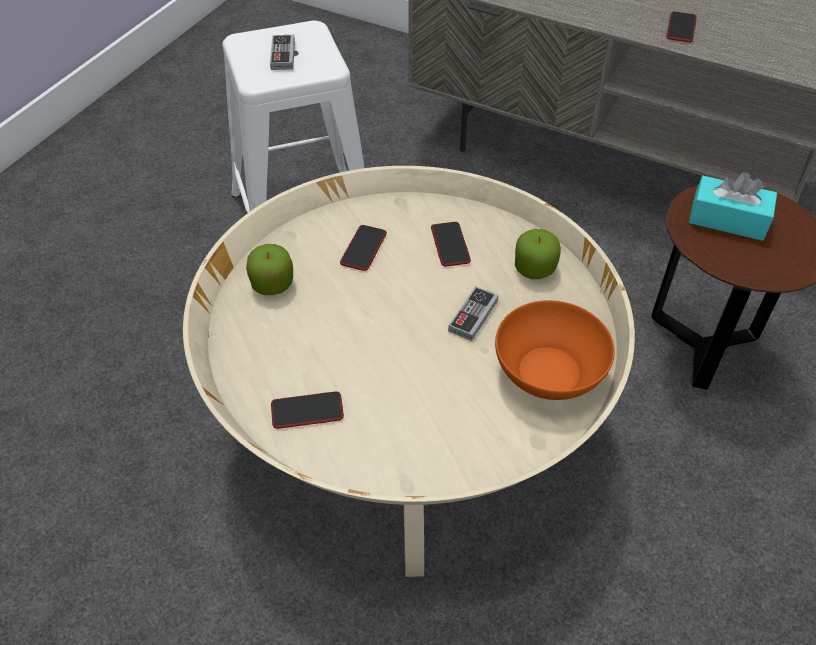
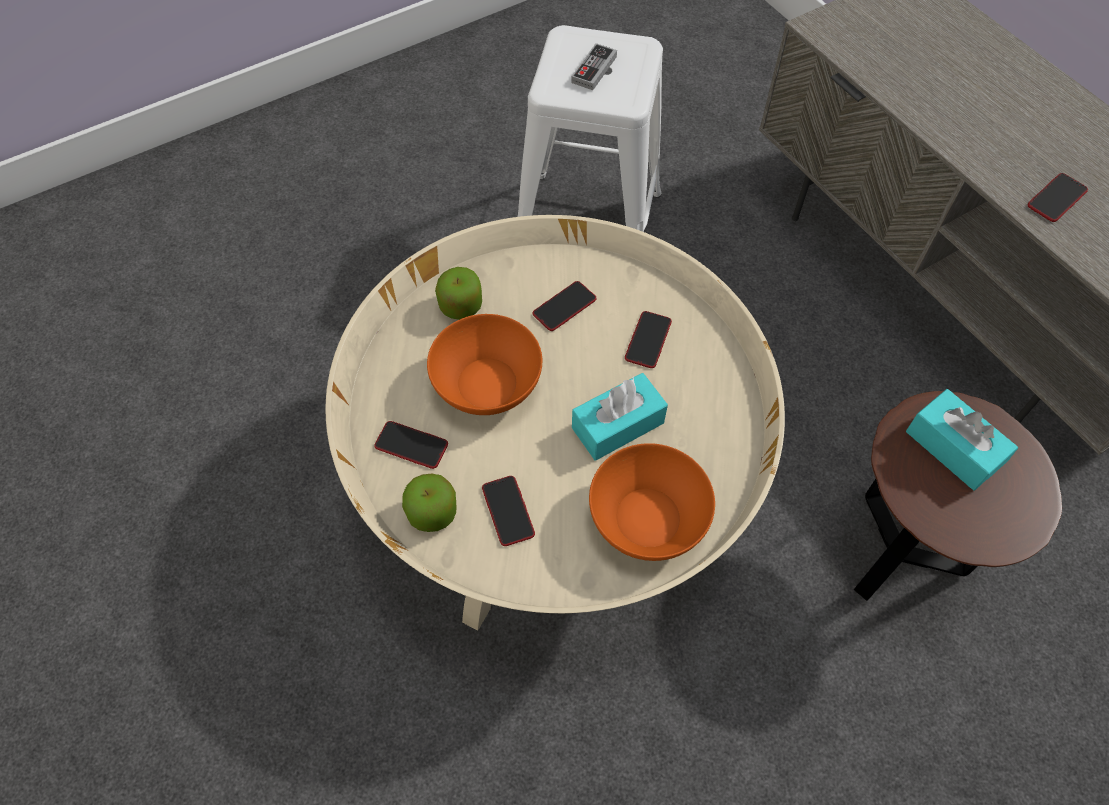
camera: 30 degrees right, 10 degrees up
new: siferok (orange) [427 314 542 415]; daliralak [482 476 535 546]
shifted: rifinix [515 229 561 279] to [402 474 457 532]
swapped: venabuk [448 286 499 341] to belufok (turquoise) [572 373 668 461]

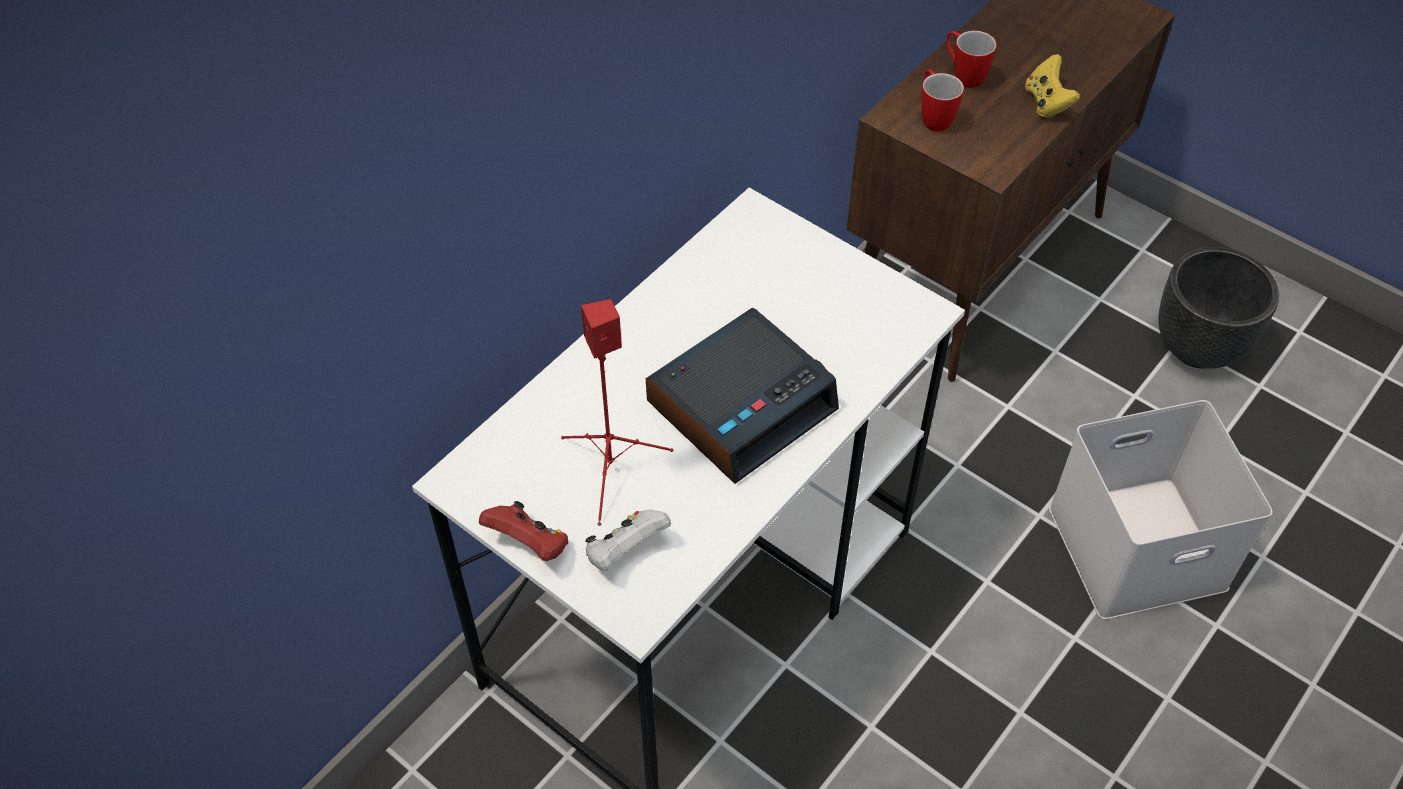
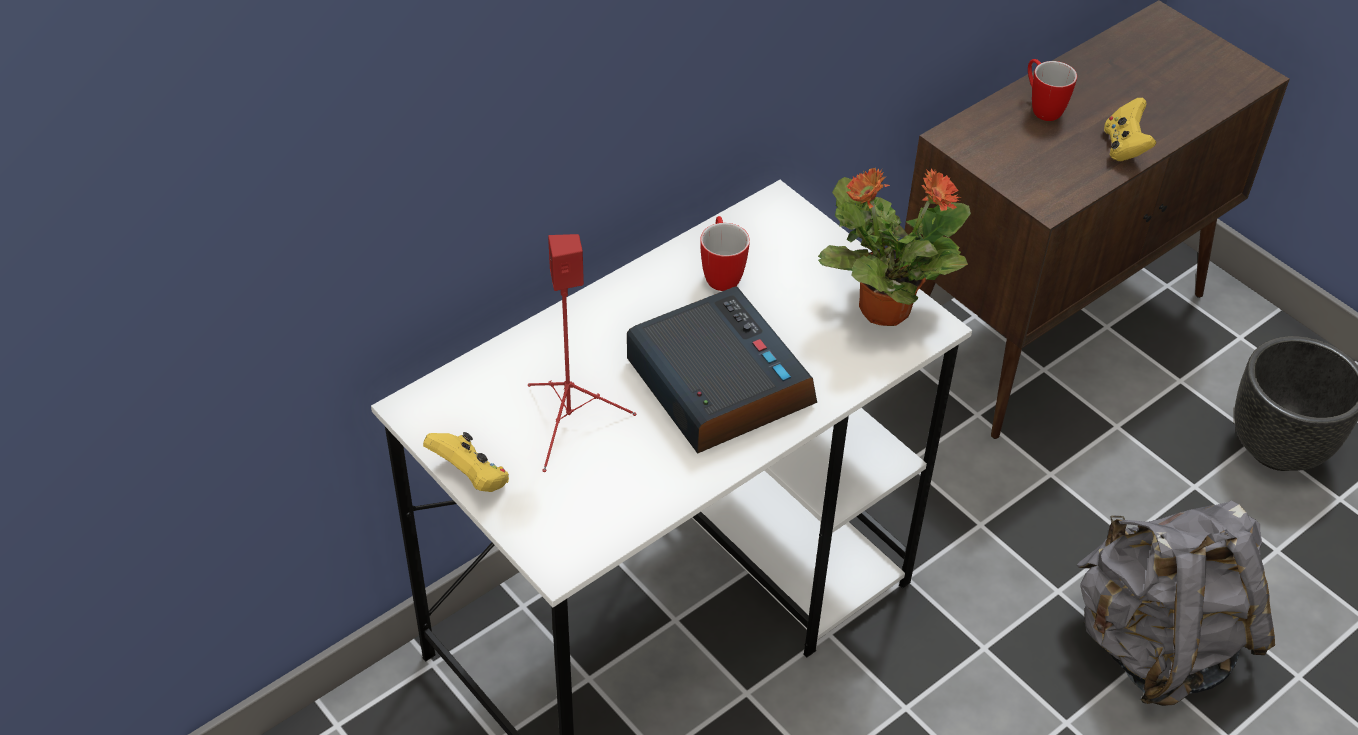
camera: 10 degrees right, 5 degrees down
gone: venabuk (white) [585 509 671 571]
new: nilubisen [818 168 971 326]
shifted: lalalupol [921 69 964 131] to [700 216 750 291]
swapped: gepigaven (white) [1049 400 1273 620] to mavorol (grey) [1077 501 1275 706]
repainted: venabuk (red) [479 501 568 561] to venabuk (yellow) [423 432 509 492]
rotated: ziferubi [646 307 839 484] = [627 286 817 454] 90 degrees counterclockwise

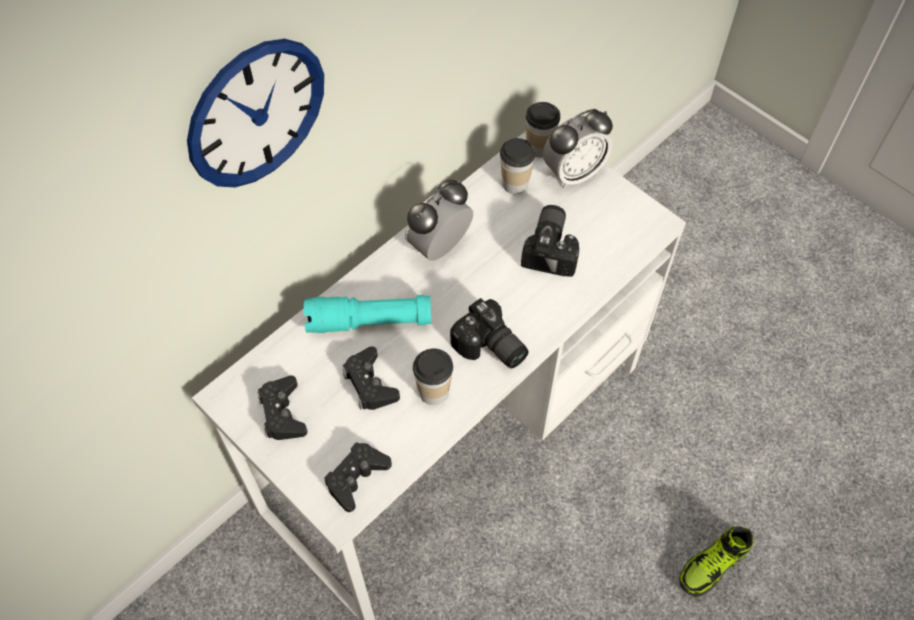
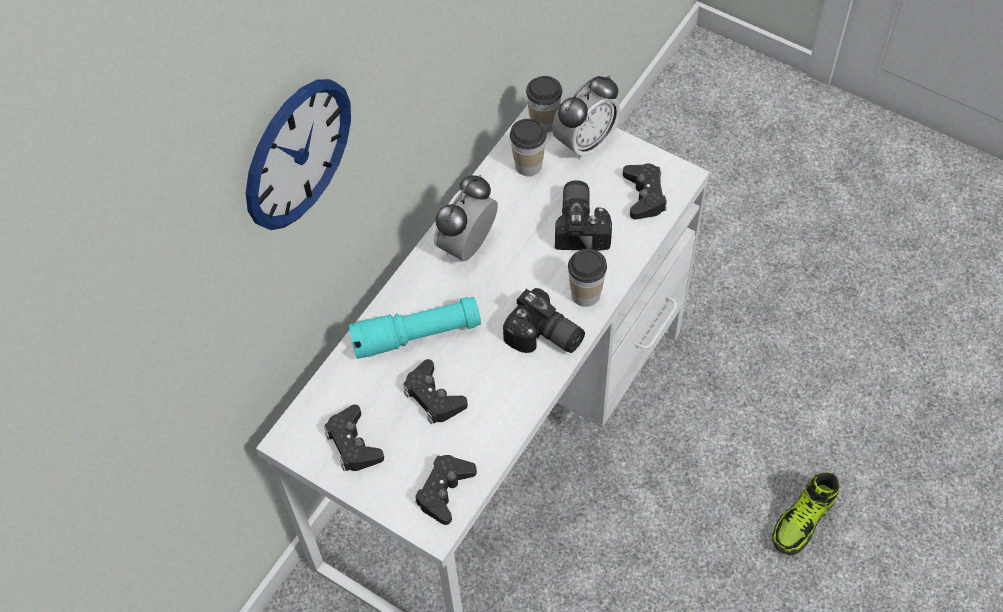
camera: 10 degrees left, 0 degrees up
new: venabuk (black) [623 164 667 219]
shifted: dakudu [413 349 453 405] to [568 249 607 307]

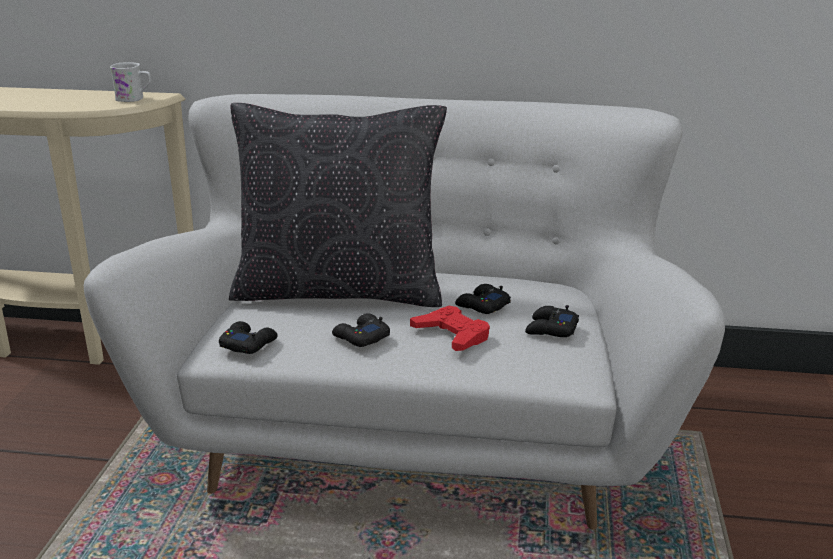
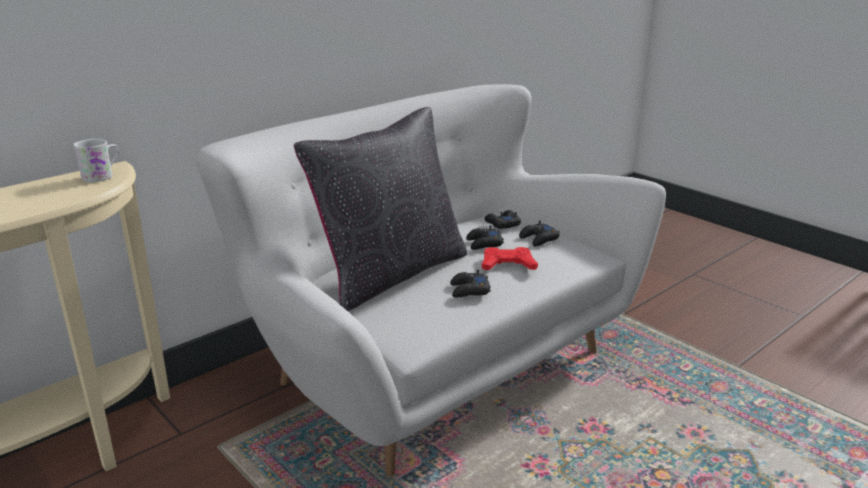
camera: 50 degrees left, 0 degrees up
shifted: venabuk (black) [219 321 278 354] to [485 210 521 229]

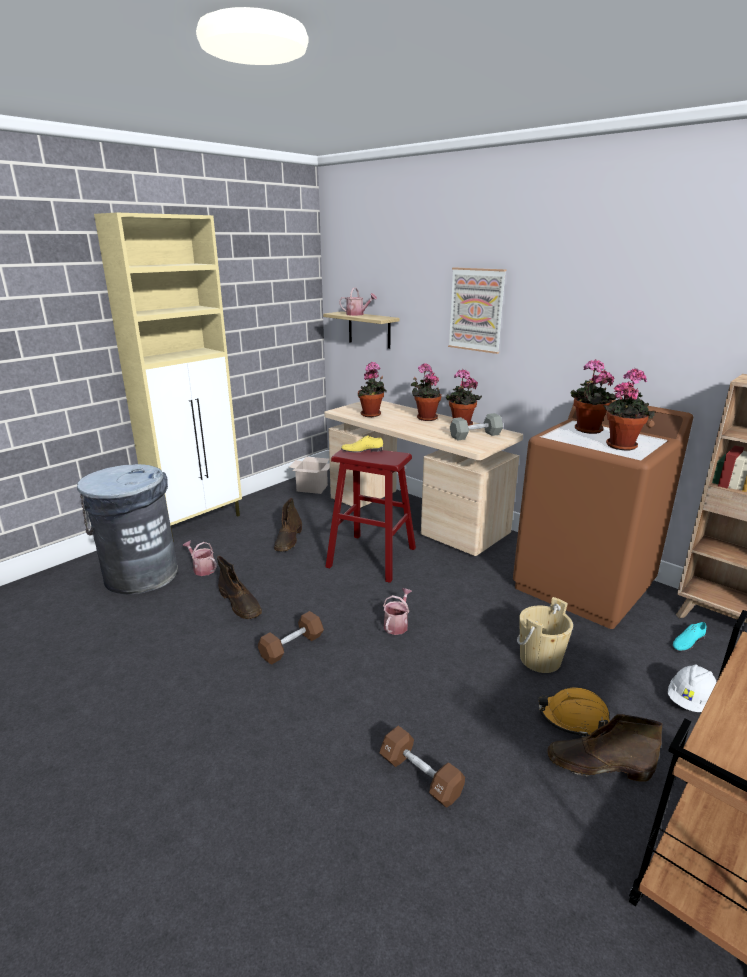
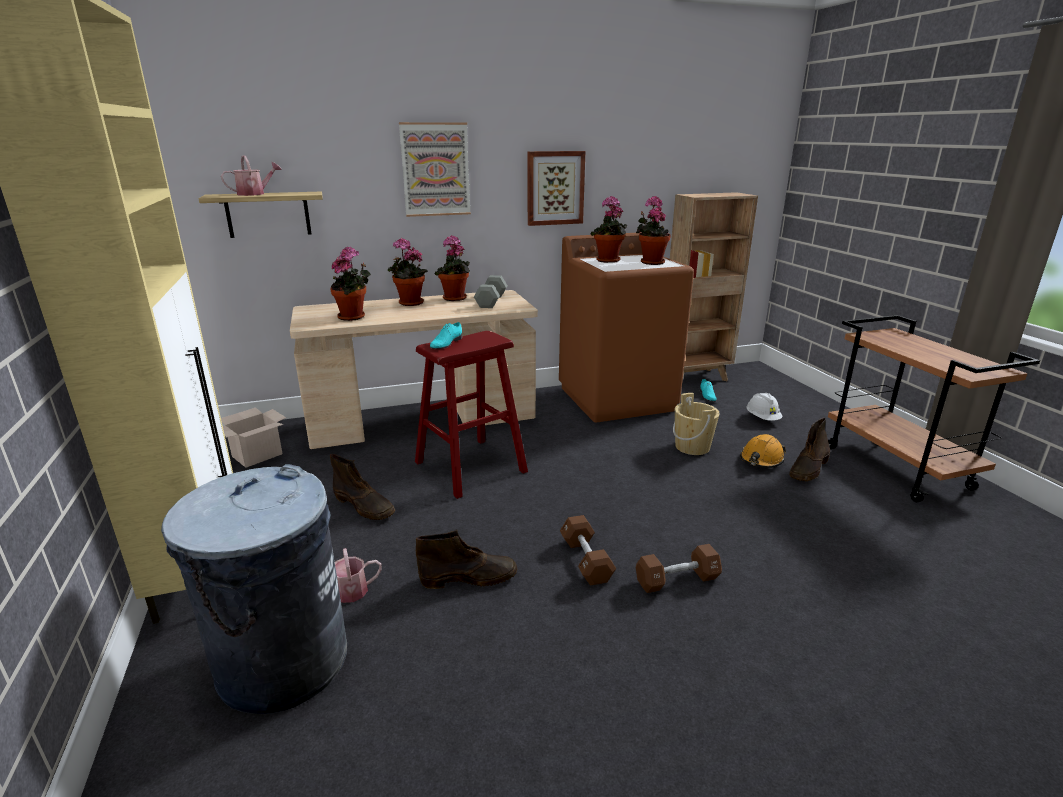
camera: 60 degrees left, 0 degrees up
gone: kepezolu [383 588 412 635]
new: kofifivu [527 151 585 226]
shifted: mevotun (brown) [380 726 465 808] to [636 544 722 593]
repainted: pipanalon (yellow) [341 435 383 453] to pipanalon (turquoise) [430 322 462 349]

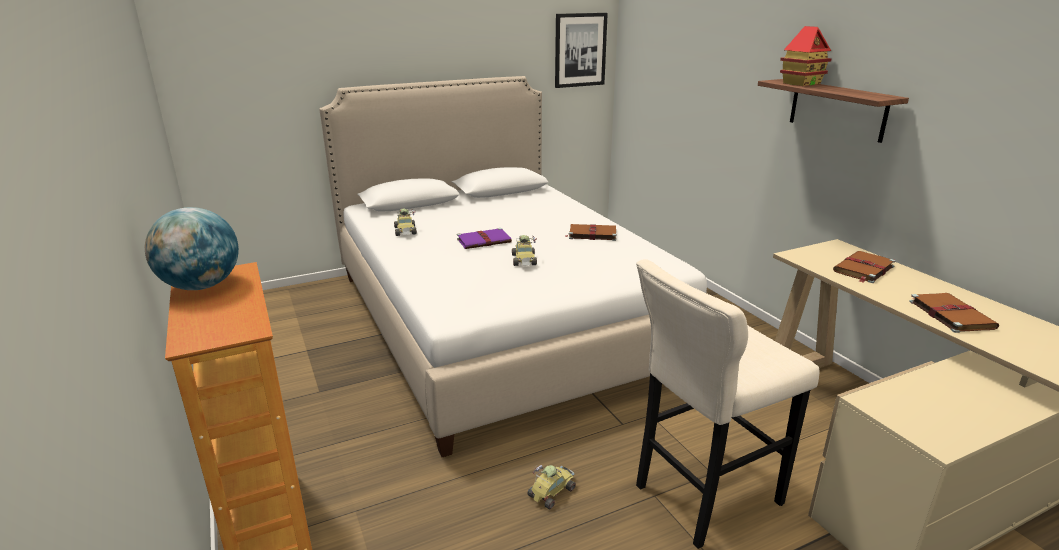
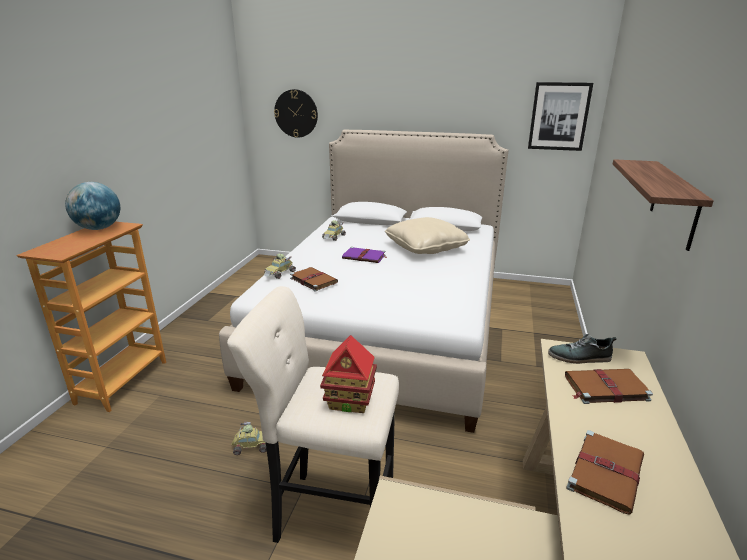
camera: 40 degrees right, 0 degrees up
new: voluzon [274 89 318 138]; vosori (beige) [385 217 470 254]; pipanalon [548 334 617 364]
shifted: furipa [512 235 537 266] to [264 253 296 279]; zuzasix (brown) [565 224 616 241] to [290 267 338 292]; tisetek [780 26 831 86] to [320 335 377 413]

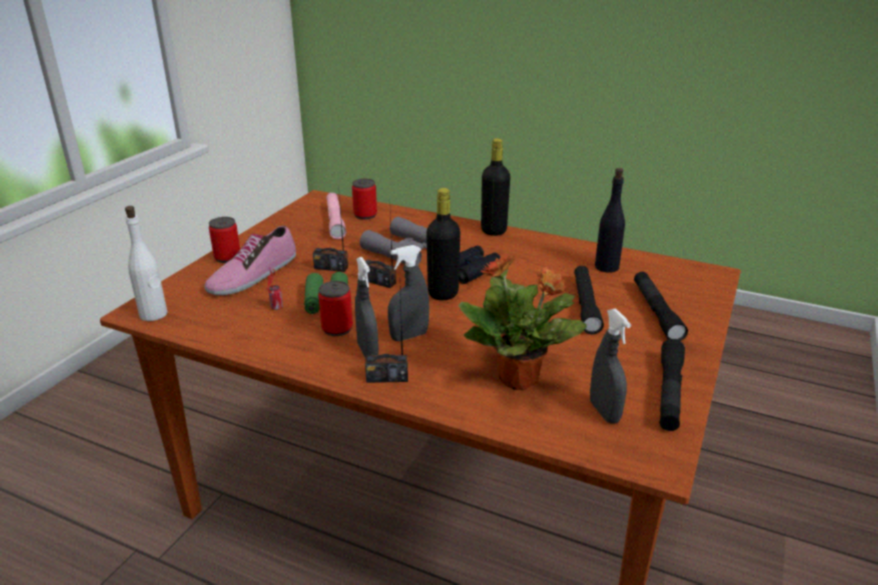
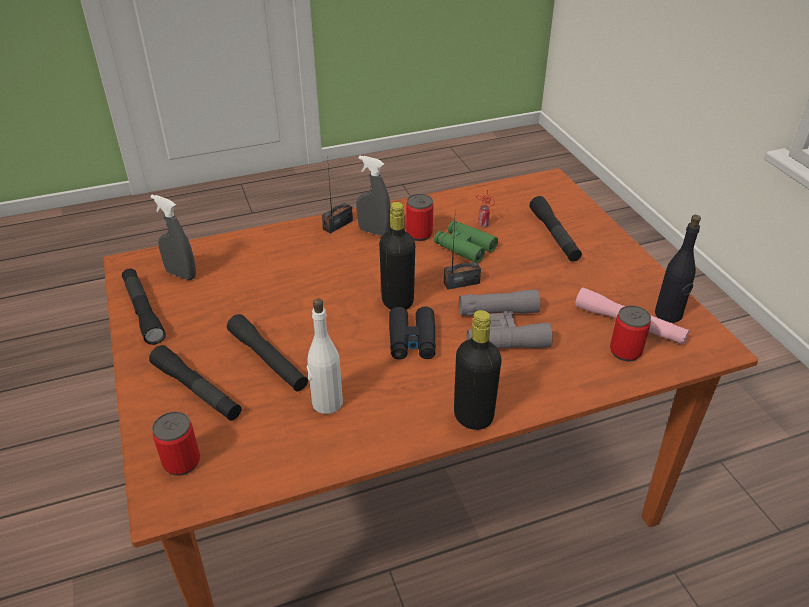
camera: 135 degrees right, 10 degrees up
gone: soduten [313 195 348 272]; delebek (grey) [388 245 429 341]; nilubisen [458 254 587 390]
shifted: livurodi [209 217 240 263] to [152 411 200 476]; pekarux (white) [125 206 167 321] to [307 299 343 414]; pekarux (black) [595 168 625 273] to [655 215 701 323]
swapped: pipanalon [204 226 296 295] to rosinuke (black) [529 196 582 262]

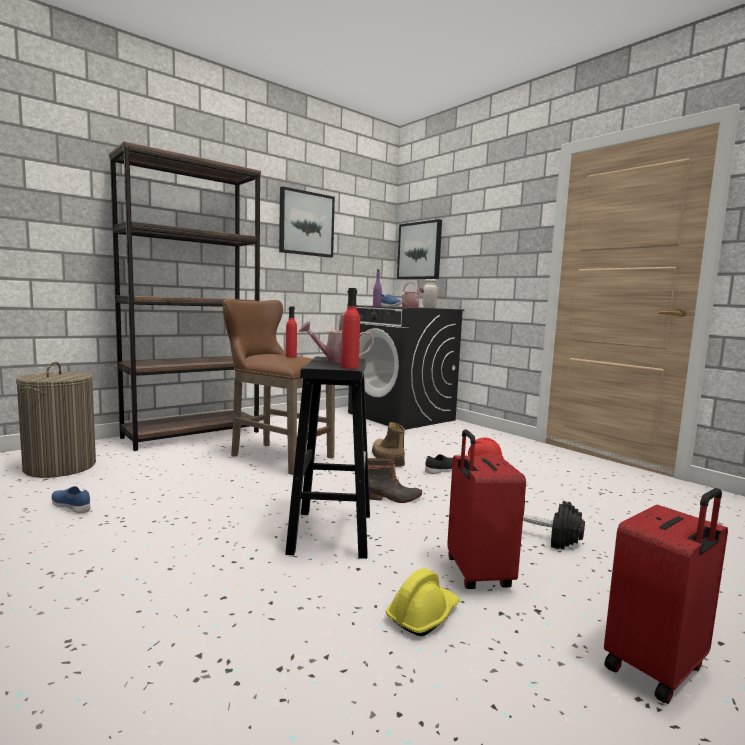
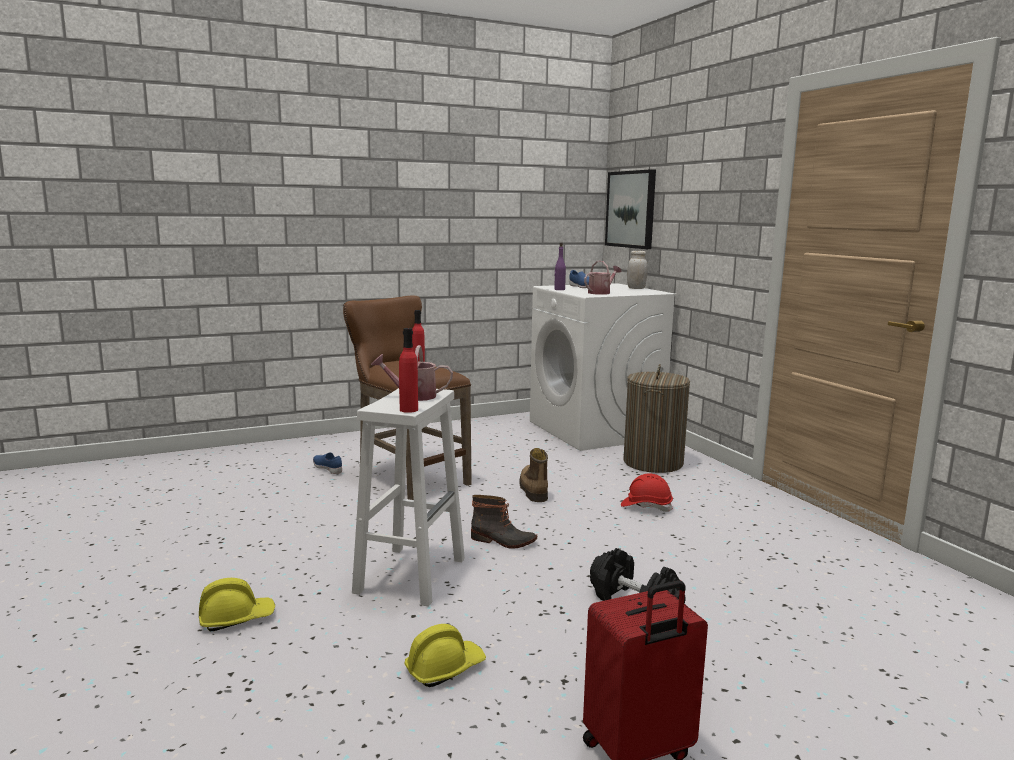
camera: 15 degrees right, 5 degrees up
gone: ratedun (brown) [109 141 261 451]; kofifivu [279 186 335 257]; pipanalon (black) [425 454 453 474]; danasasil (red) [447 429 526 589]
new: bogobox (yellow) [199 578 275 631]
shifted: pipanalon (blue) [51 486 90 513] to [313 453 342 474]; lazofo [16 362 96 478] to [623 364 690 473]
repainted: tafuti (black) [285 357 370 559] to tafuti (white) [352 388 465 607]; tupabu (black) [348 305 464 430] to tupabu (white) [530 283 677 451]

